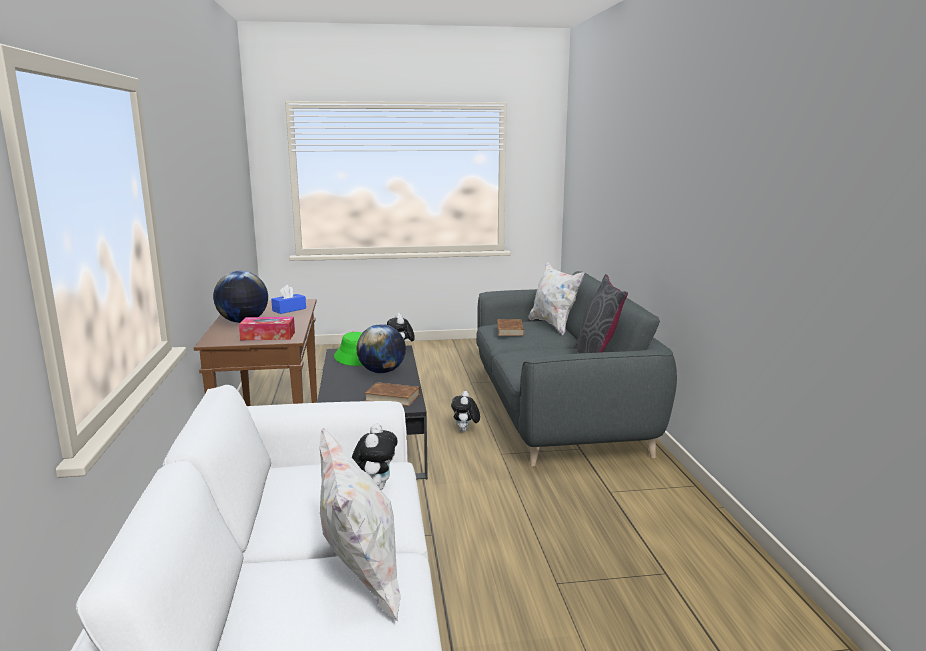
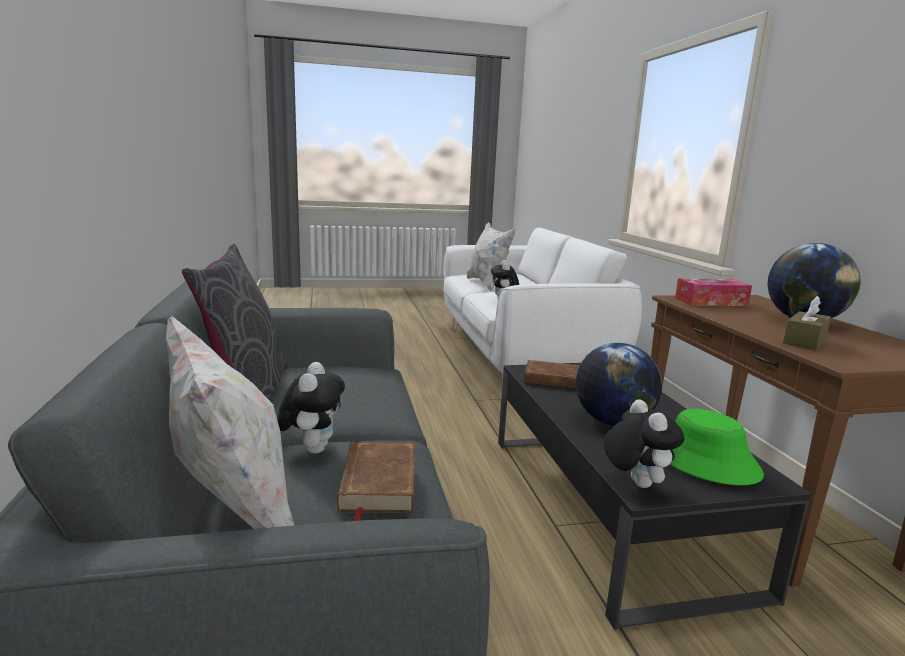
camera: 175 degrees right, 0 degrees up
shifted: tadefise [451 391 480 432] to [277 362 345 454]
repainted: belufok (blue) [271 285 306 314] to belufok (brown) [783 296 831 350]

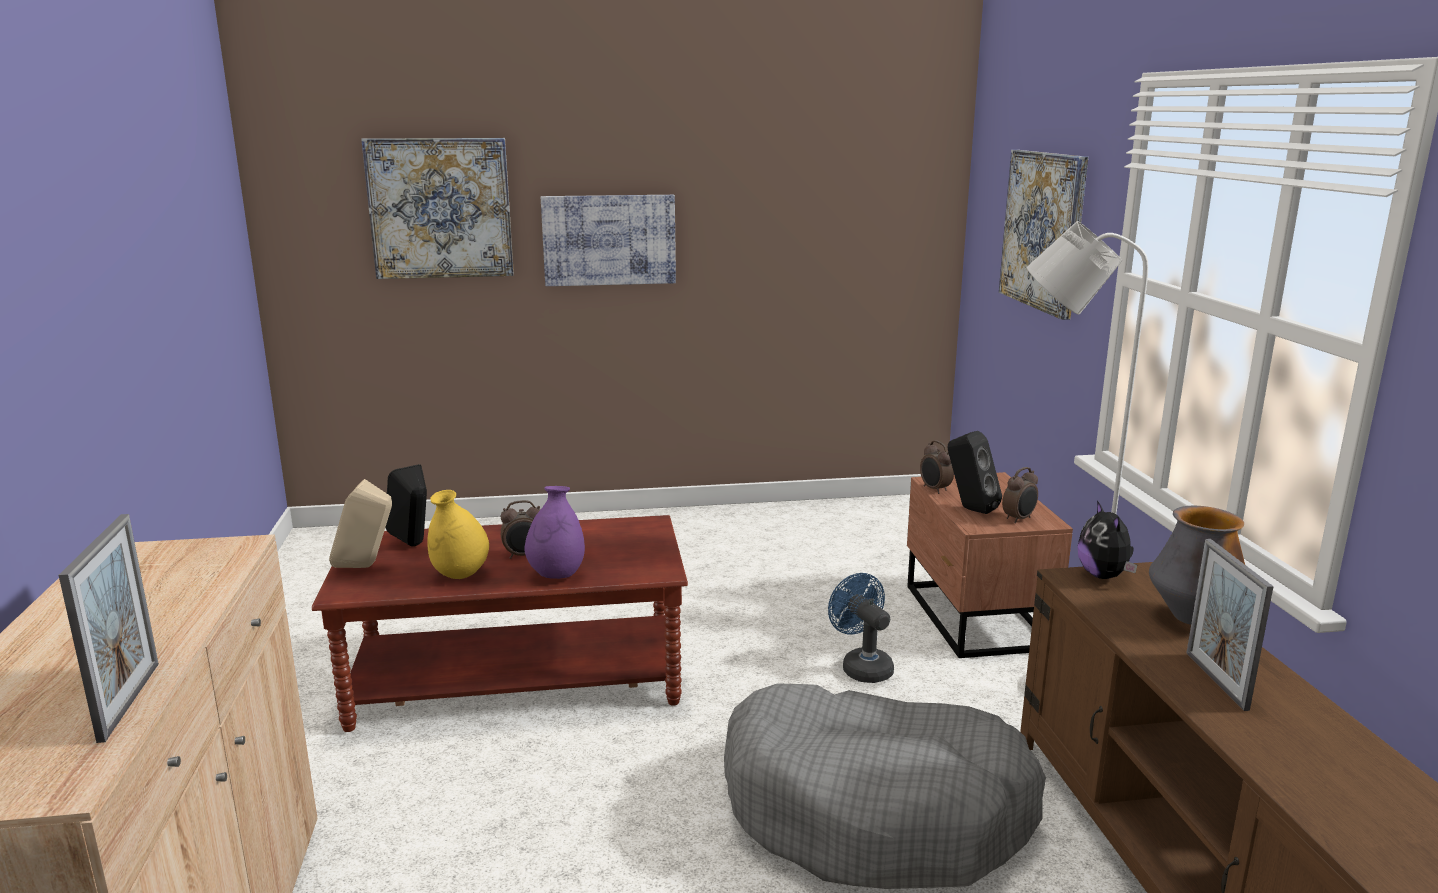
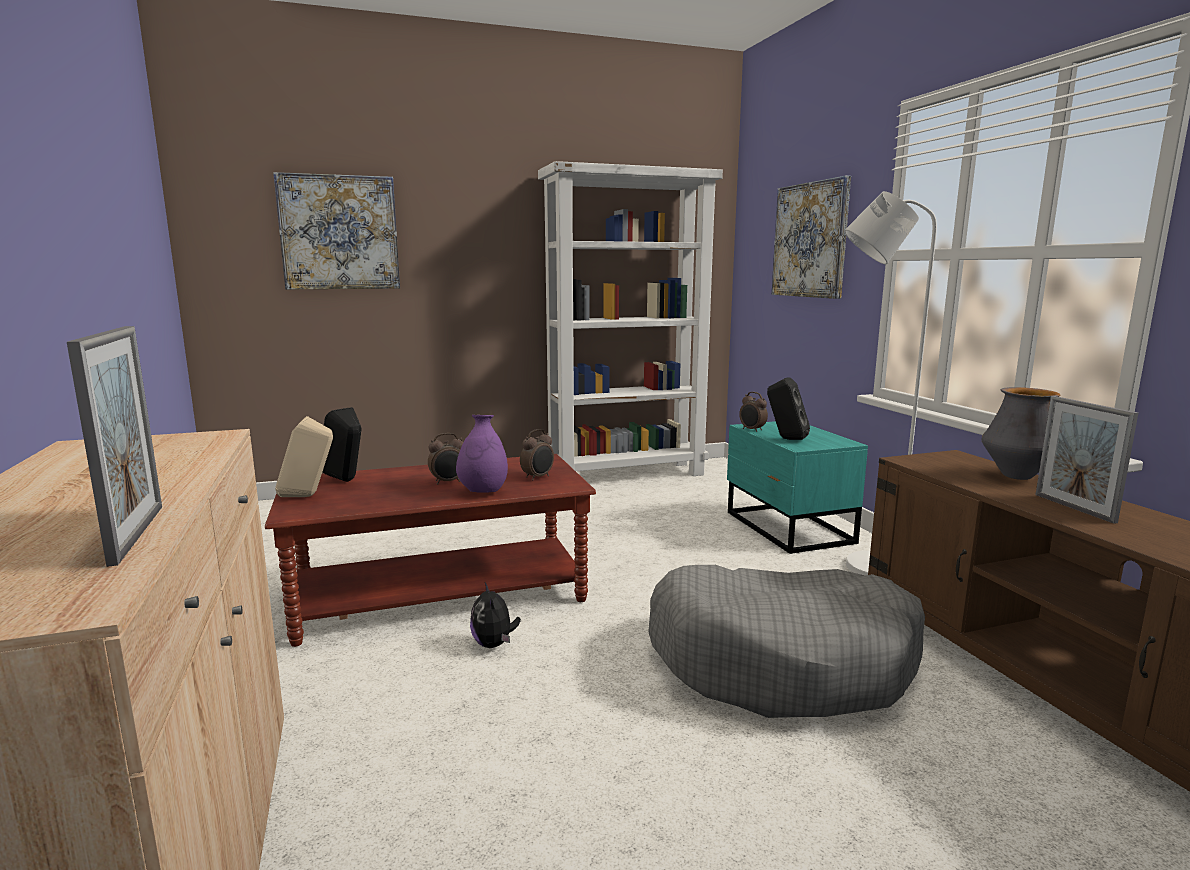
camera: 10 degrees left, 5 degrees down
gone: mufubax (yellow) [427 490 489 579]; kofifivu [541 195 676 286]; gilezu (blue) [828 573 894 683]
new: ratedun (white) [538 161 723 476]
shifted: tadefise [1078 500 1137 579] to [470 582 521 648]; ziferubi [1002 467 1038 523] to [520 429 554 481]
repainted: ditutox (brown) [907 472 1073 658] to ditutox (turquoise) [727 421 868 554]

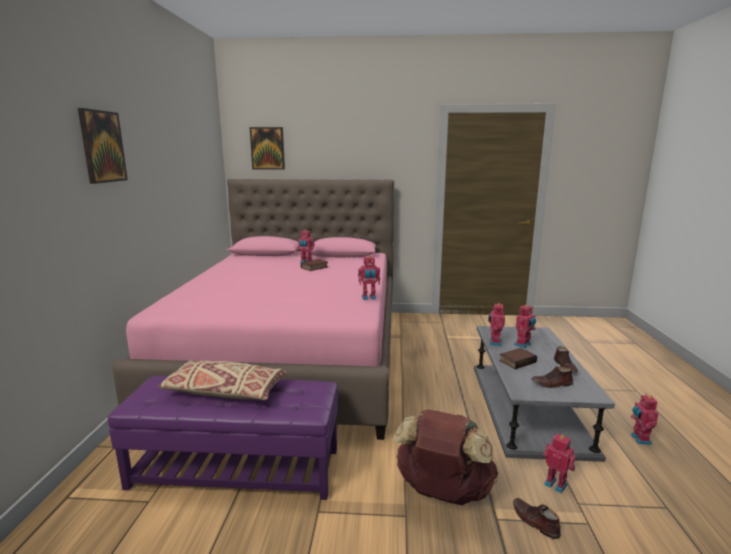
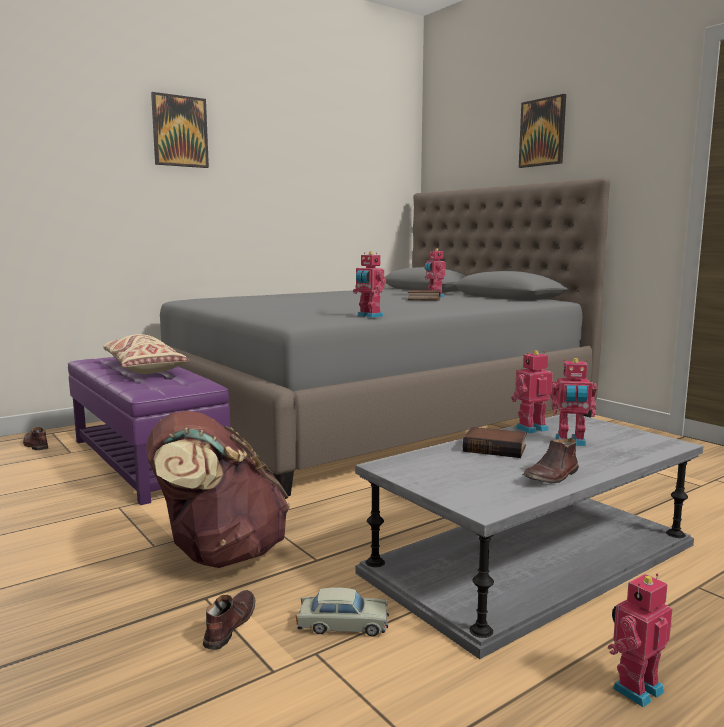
camera: 50 degrees right, 5 degrees down
shifted: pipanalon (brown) [531 366 573 388] to [23 427 48 450]; kofifivu [250 127 285 169] to [519 94 566 168]
swapped: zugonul [543 433 576 493] to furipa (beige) [296 588 389 636]
repainted: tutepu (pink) [112 179 394 440] to tutepu (grey) [160 177 610 496]

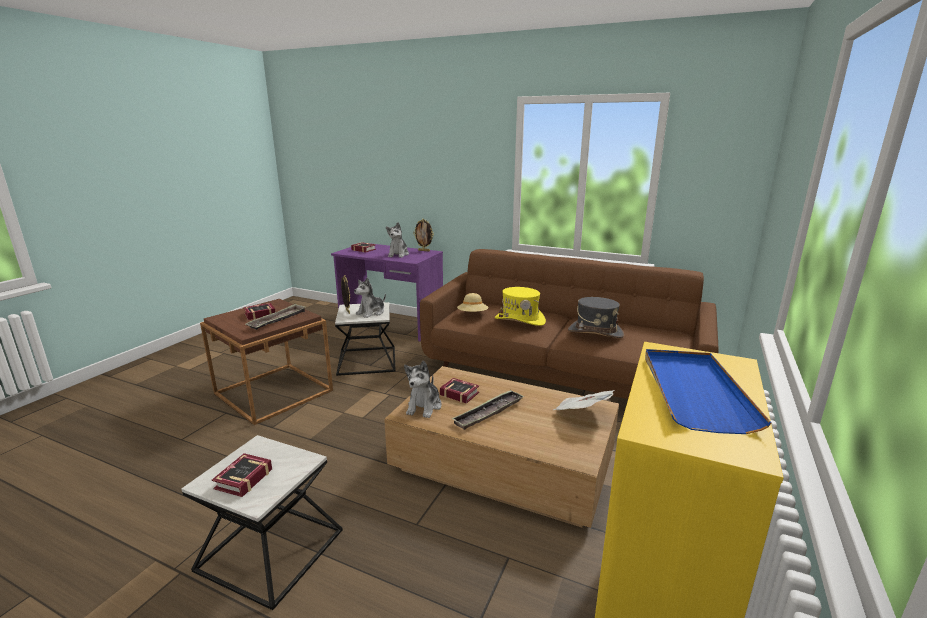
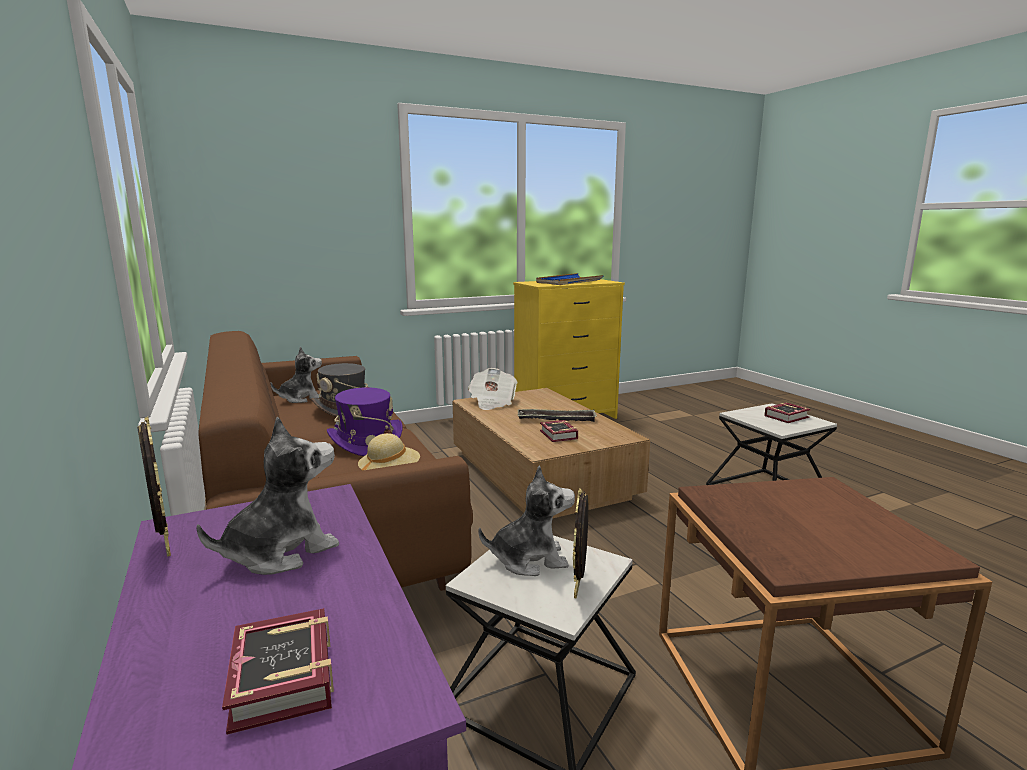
camera: 140 degrees left, 5 degrees down
gone: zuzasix [243 303 275 320]; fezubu [245 304 305 330]
shifted: tadefise [404 361 442 418] to [270 347 322 403]
repainted: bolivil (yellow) [495 287 546 326] to bolivil (purple) [327 387 402 456]

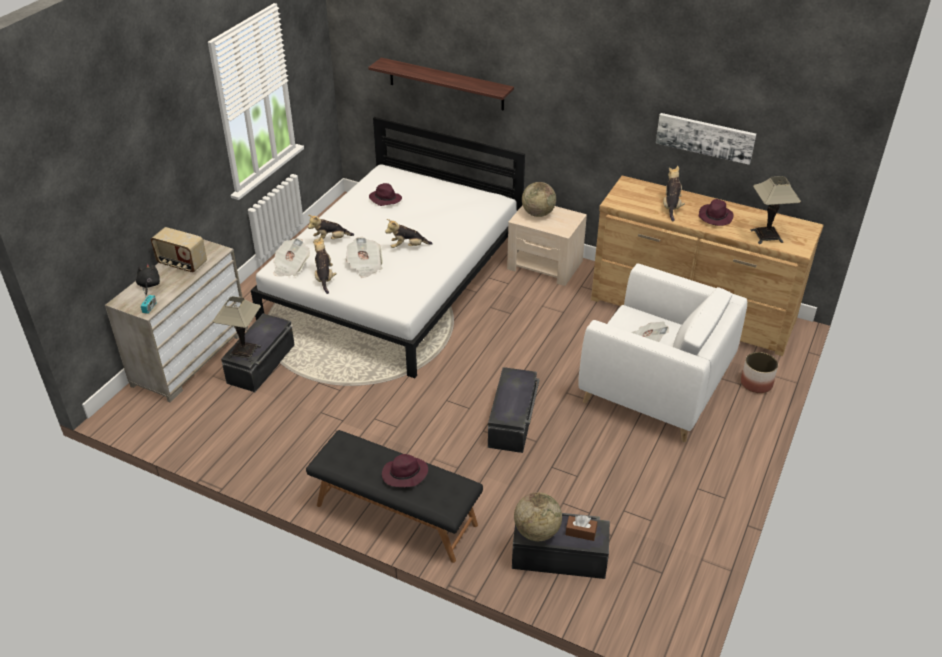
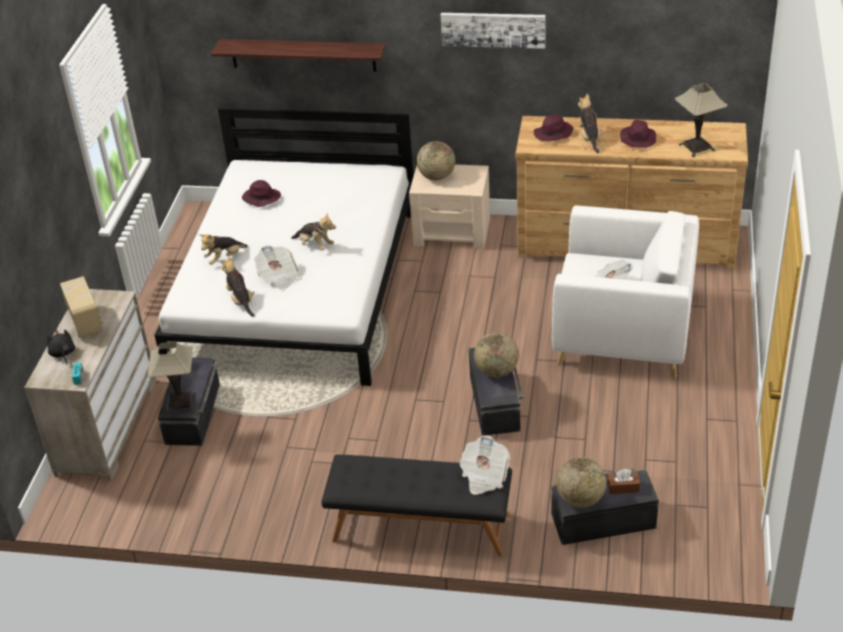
camera: 15 degrees left, 0 degrees up
gone: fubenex [741 352 778 393]
new: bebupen [474 332 519 377]
shifted: kofifivu [656 113 756 165] to [441 13 546 49]; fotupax [273 238 310 277] to [459 436 510 495]; bolivil (purple) [382 454 428 487] to [534 115 573 141]
rotated: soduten [150 227 207 273] = [60 276 103 338] 120 degrees counterclockwise; tadefise [385 219 433 248] = [291 213 336 250] 120 degrees counterclockwise

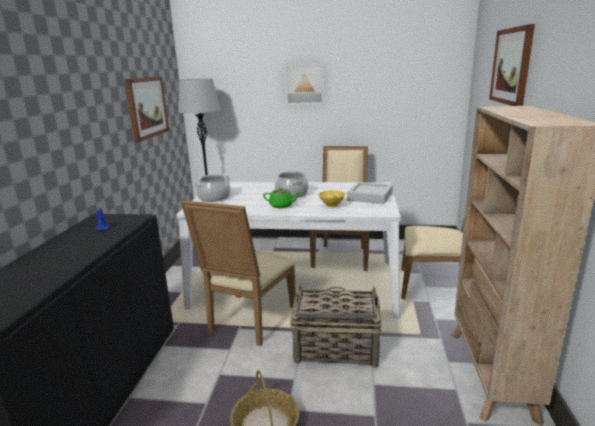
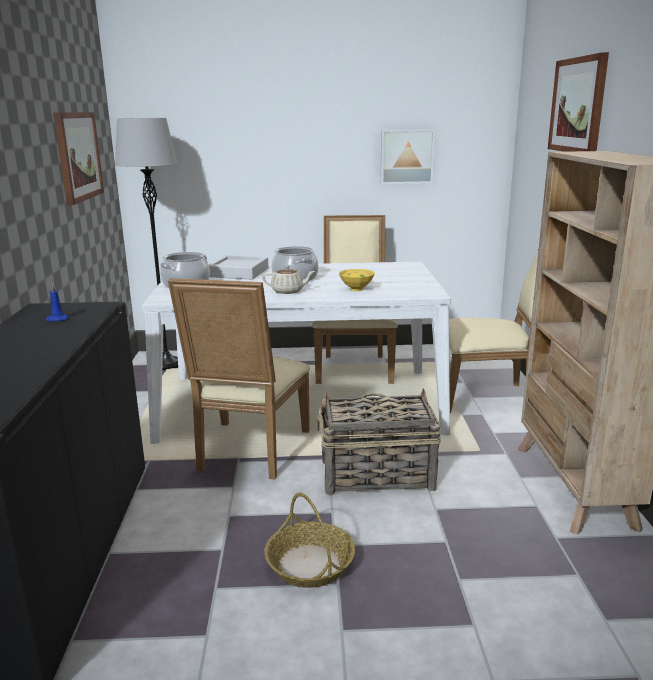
camera: 10 degrees left, 0 degrees up
shifted: fezubu (grey) [347 182 393 204] to [208 255 269 279]; kofifivu [285 64 324 105] to [380 129 435 184]
repainted: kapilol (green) [263 187 301 208] to kapilol (beige) [262 266 315 294]

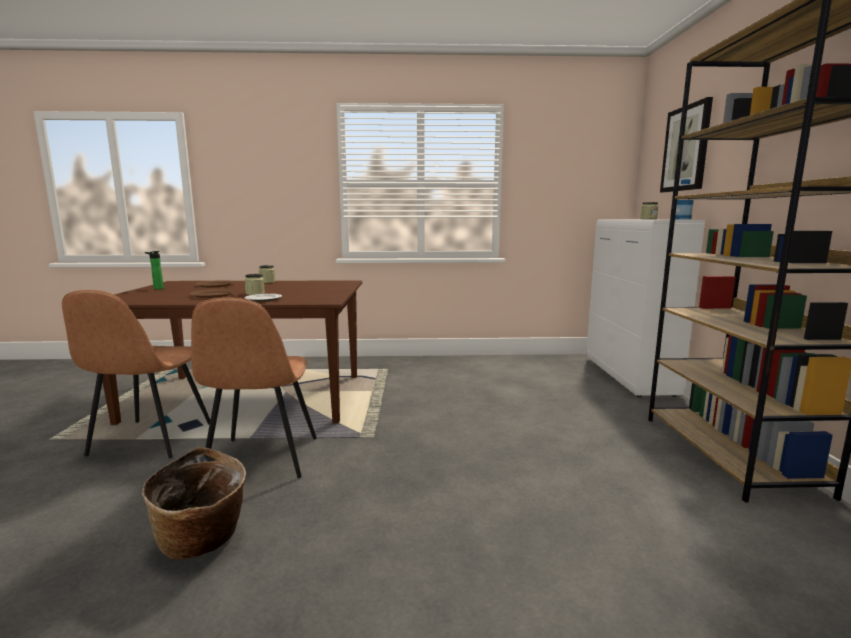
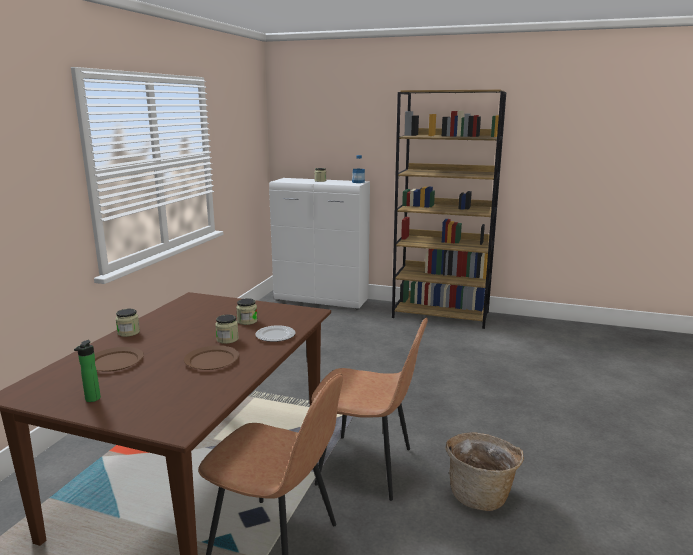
camera: 70 degrees left, 5 degrees up
gone: kofifivu [660 97 713 192]
new: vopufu [236 298 258 325]

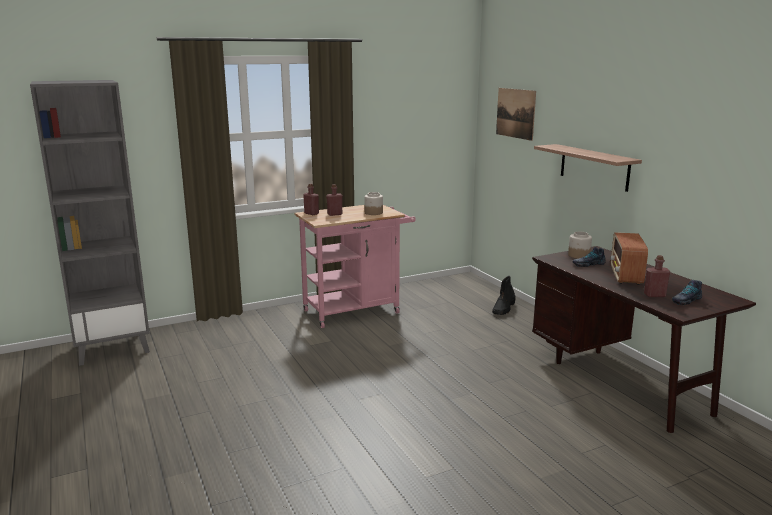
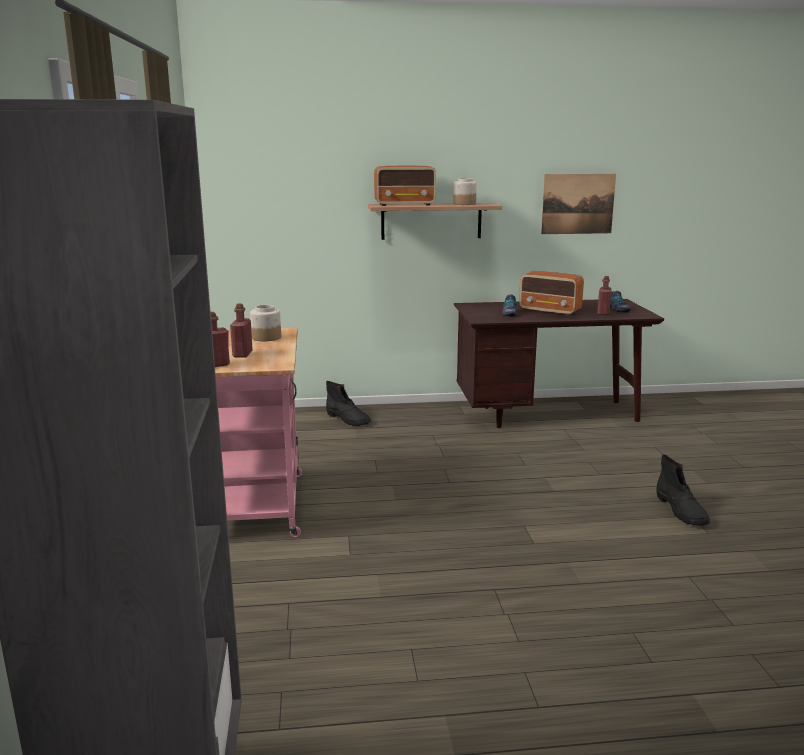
camera: 70 degrees left, 0 degrees up
new: soduten [374 165 436 206]; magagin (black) [656 454 710 526]
shifted: vopufu [568 232 592 259] to [453 178 477 205]; kofifivu [496 88 536 141] to [541 174 616 234]

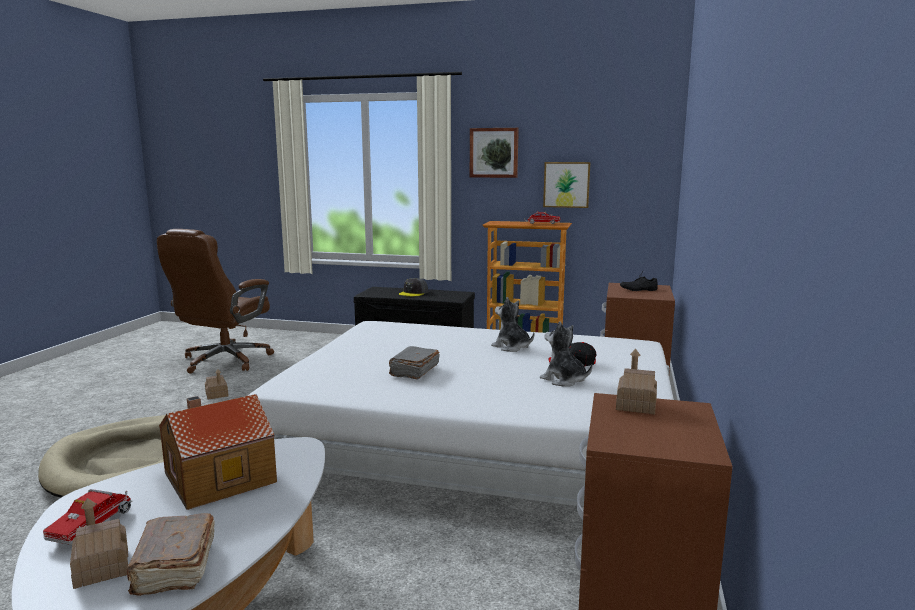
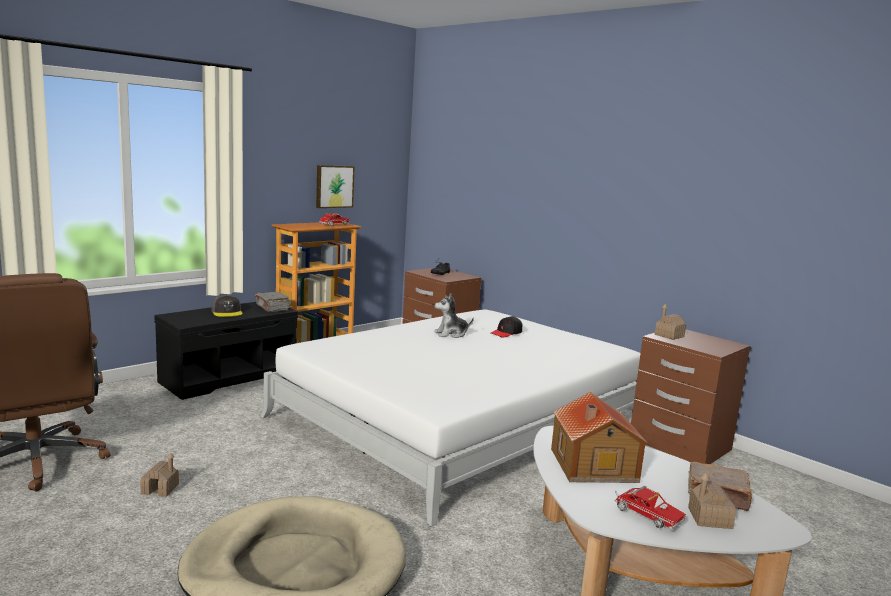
camera: 60 degrees left, 0 degrees up
gone: kofifivu [470 128 519 178]; tadefise [540 321 592 387]
shifted: zuzasix (grey) [389 346 440 380] to [255 292 291 312]

